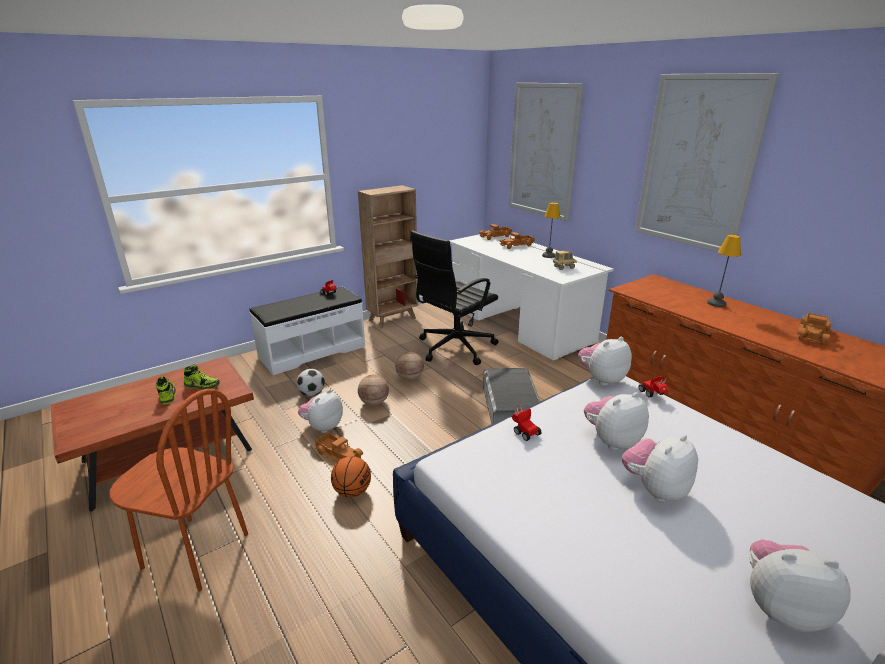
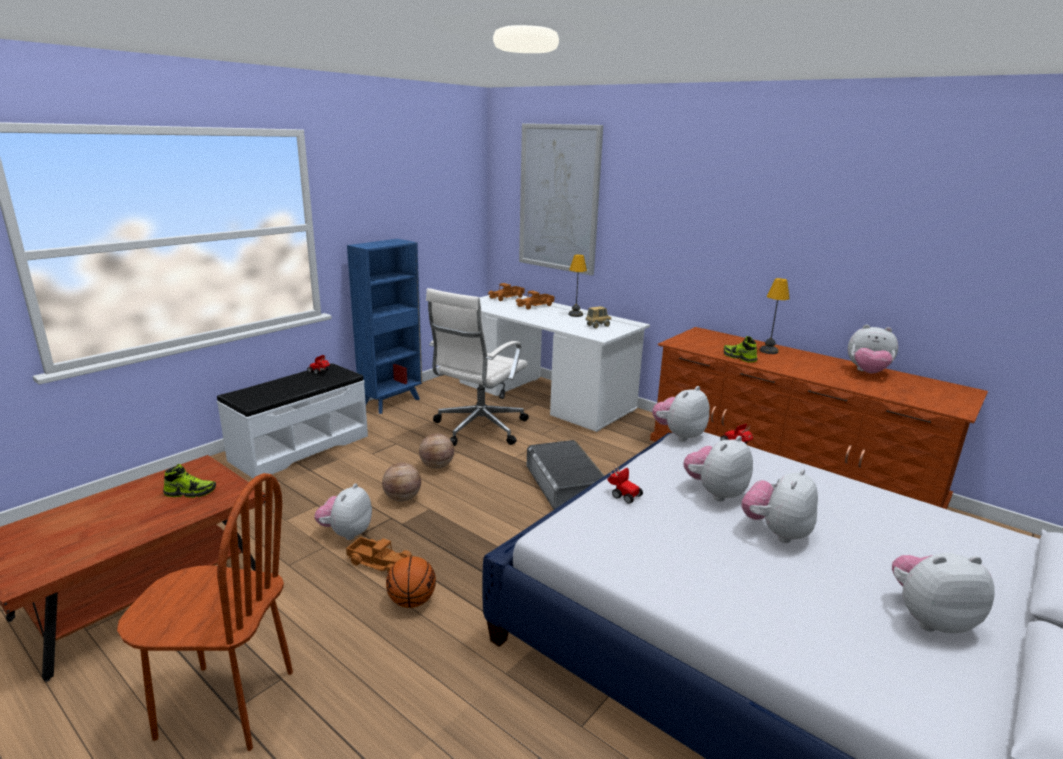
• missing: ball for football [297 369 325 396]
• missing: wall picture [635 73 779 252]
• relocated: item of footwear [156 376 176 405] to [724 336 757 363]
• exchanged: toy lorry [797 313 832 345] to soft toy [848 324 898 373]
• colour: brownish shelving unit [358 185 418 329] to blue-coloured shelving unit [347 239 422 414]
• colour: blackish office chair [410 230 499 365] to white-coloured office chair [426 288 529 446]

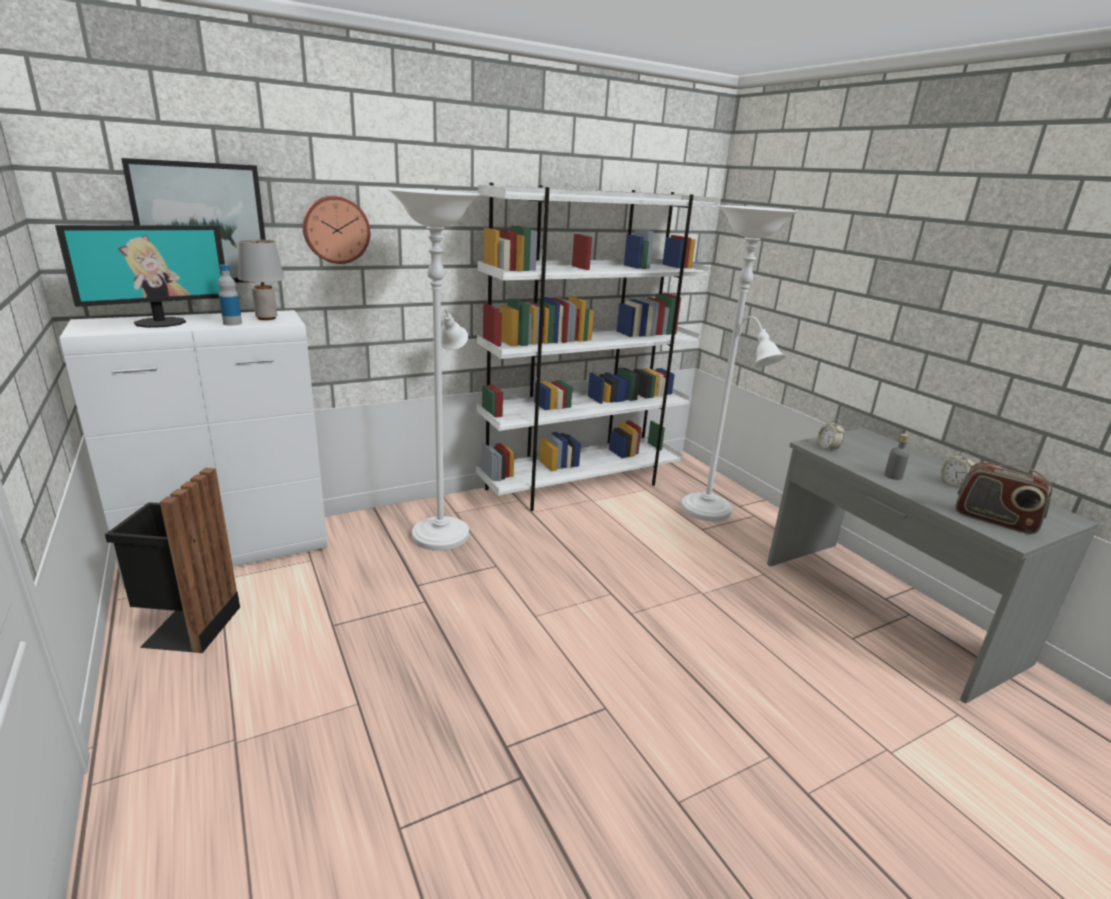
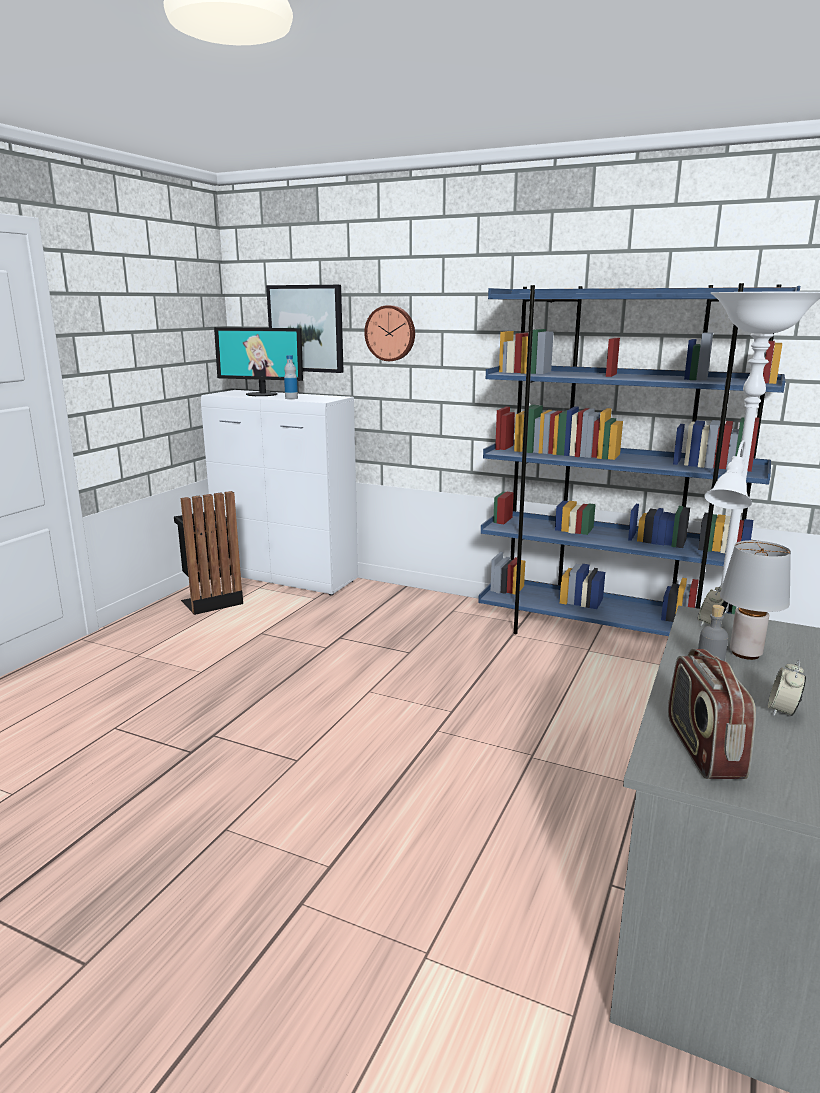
• missing: white-coloured standing lamp [388 189 480 551]
• relocated: grey table lamp [238 240 284 320] to [720 540 791 660]
• colour: white-coloured shelving unit [476 183 721 511] to blue-coloured shelving unit [478 283 800 636]

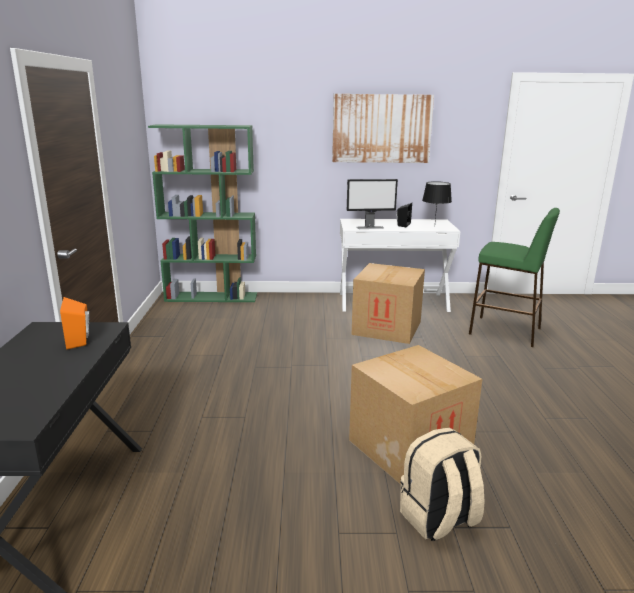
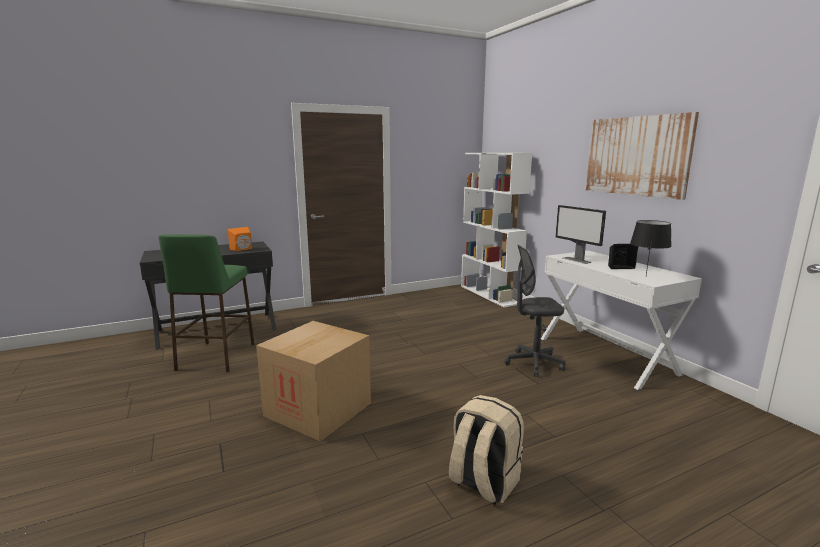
• relocated: beige-coloured knapsack [400 428 485 541] to [449 395 524 505]
• relocated: green-coloured sitting stool [469 208 560 347] to [158 234 255 372]
• exchanged: packing box [352 263 425 344] to grey office chair [504 245 566 377]
• colour: green-coloured shelving unit [148 124 257 302] to white-coloured shelving unit [461 153 532 307]

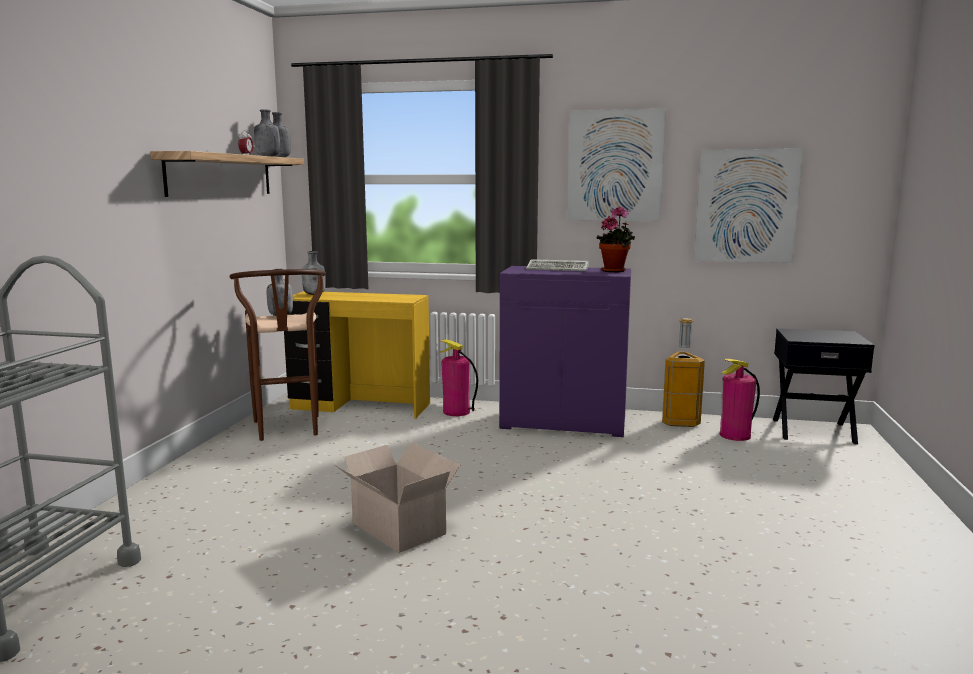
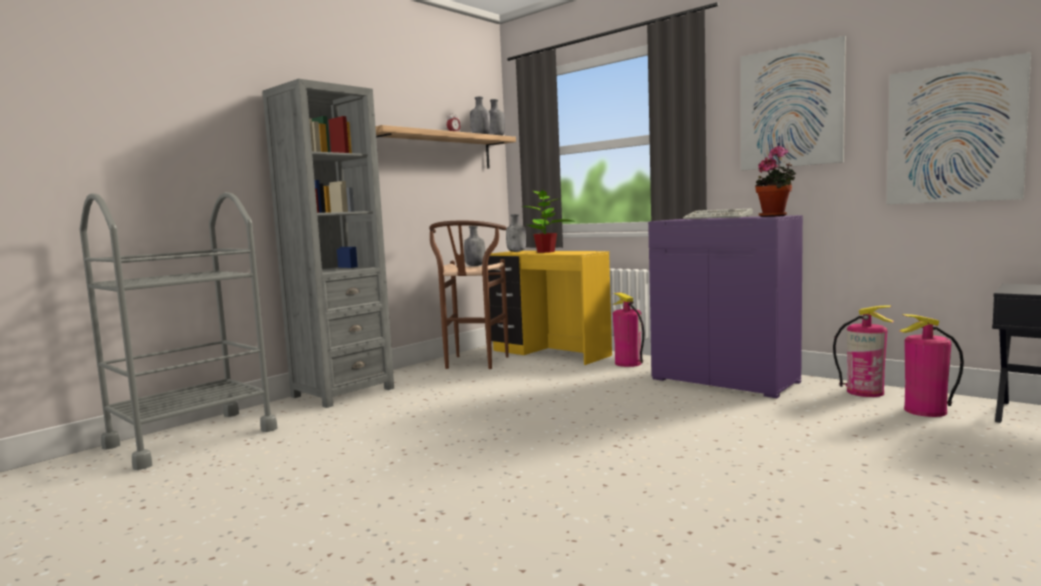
• missing: packing box [334 442 460 553]
• appeared: grey shelving unit [262 79 394 408]
• appeared: houseplant [522 190 573 253]
• exchanged: waste bin [662 318 705 427] to fire-fighting cylinder [833 305 894 397]

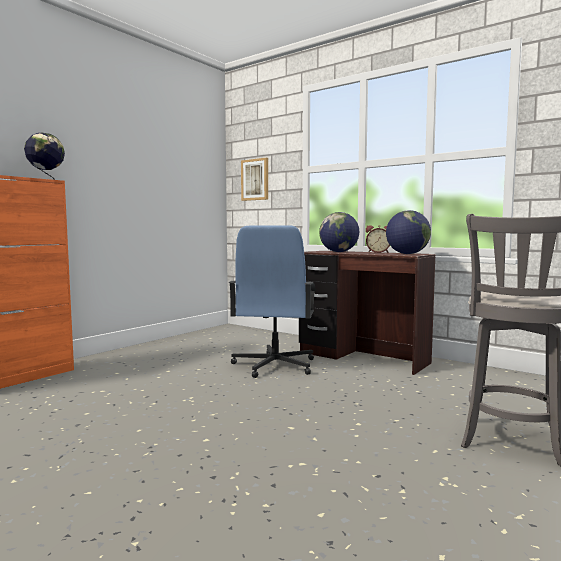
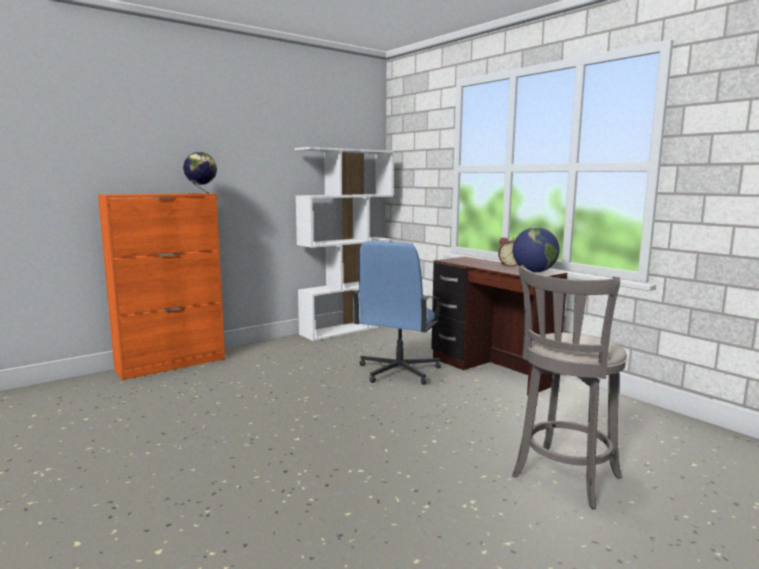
• missing: wall picture [241 158 268 201]
• missing: world globe [319 212 359 252]
• appeared: white-coloured shelving unit [294 147 394 341]

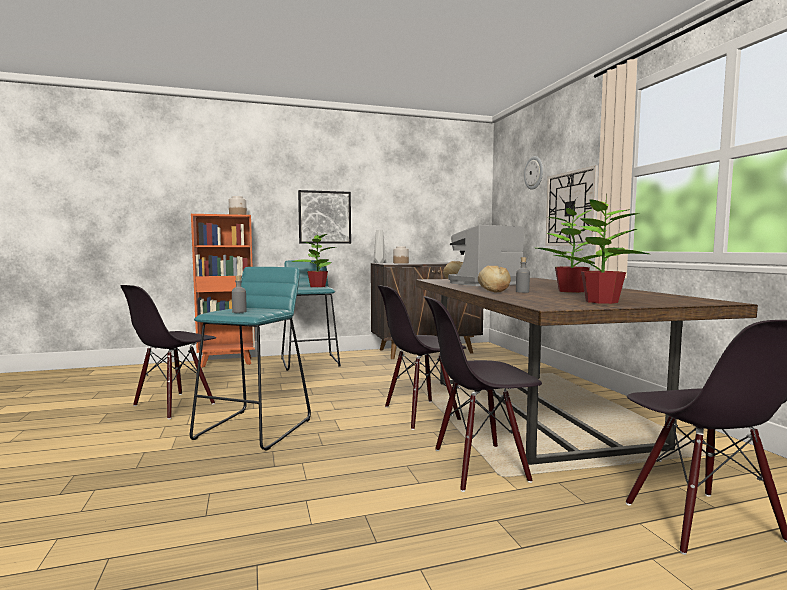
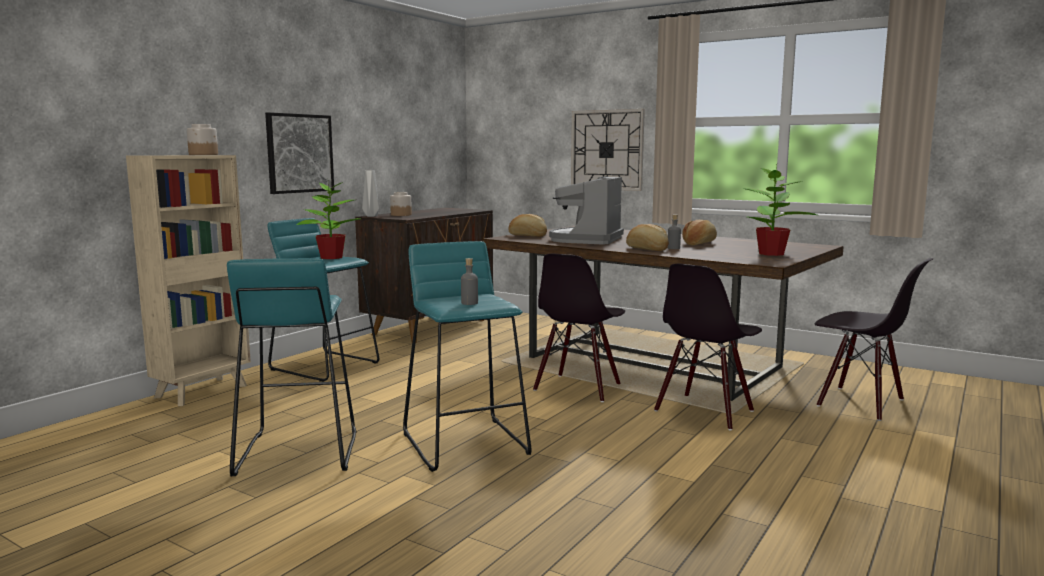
• missing: wall clock [524 156 543 190]
• exchanged: blackish plain chair [121 285 216 419] to turquoise sitting stool [227 258 356 476]
• exchanged: houseplant [536 207 600 293] to bakery bread [682 220 717 245]
• colour: orange-coloured shelving unit [191 214 255 368] to beige-coloured shelving unit [126 155 251 406]

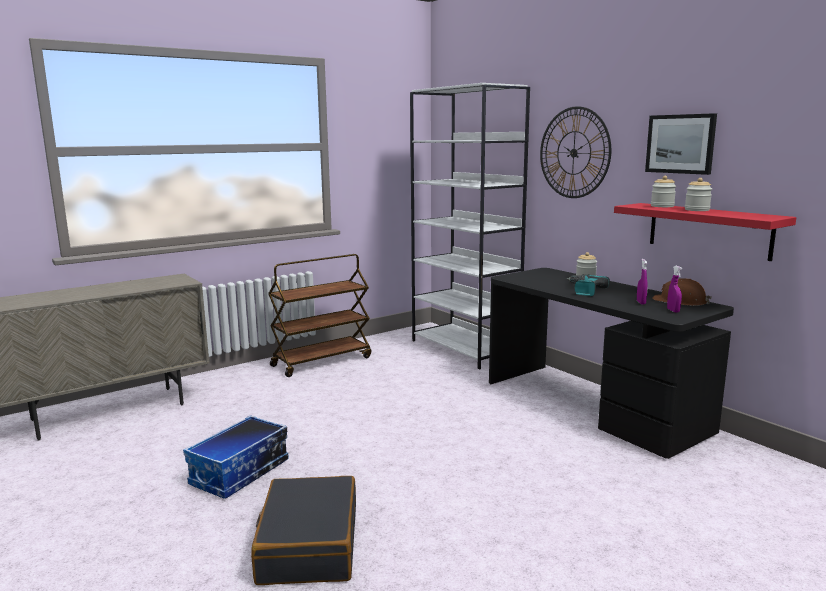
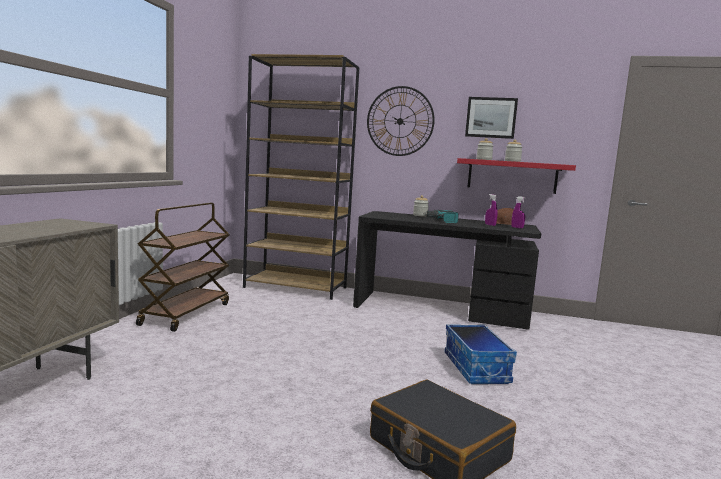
• relocated: storage bin [183 415 289 499] to [445 324 517 384]
• colour: white-coloured shelving unit [410 83 530 370] to brownish shelving unit [243 54 360 300]

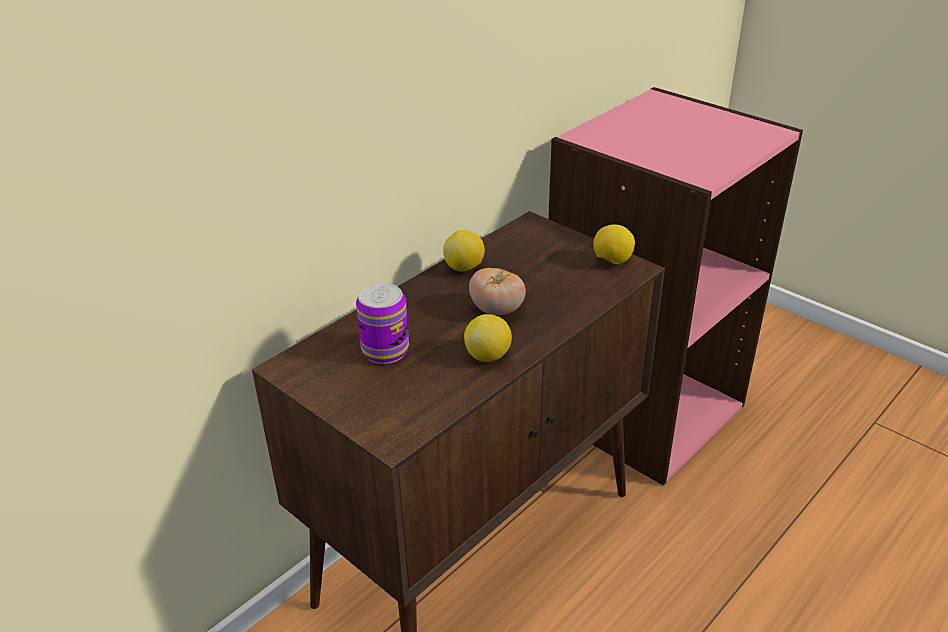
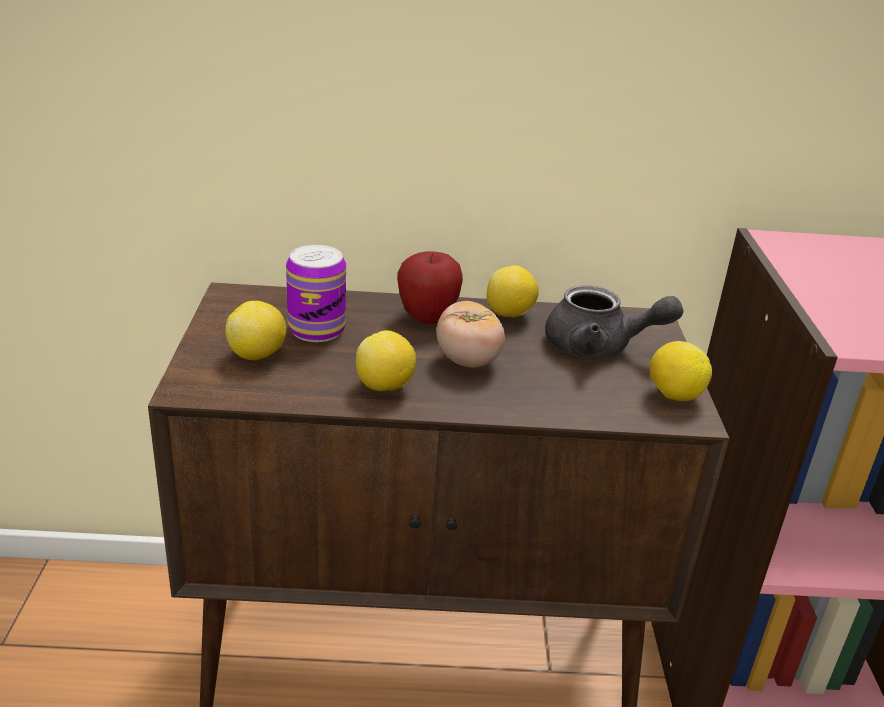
• appeared: whole lemon [225 301 286 360]
• appeared: whole apple [397 252 463 324]
• appeared: grey pot for tea [545 285 683 358]

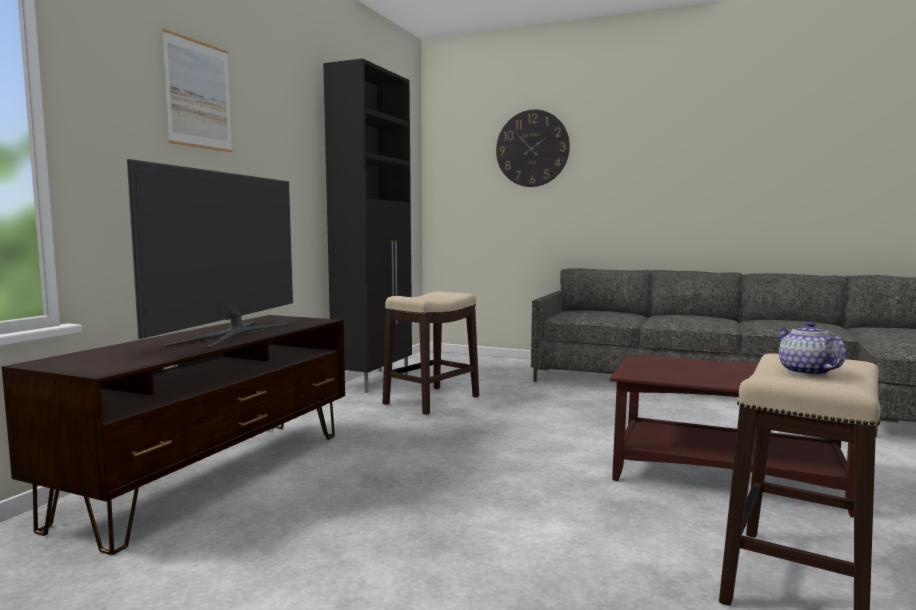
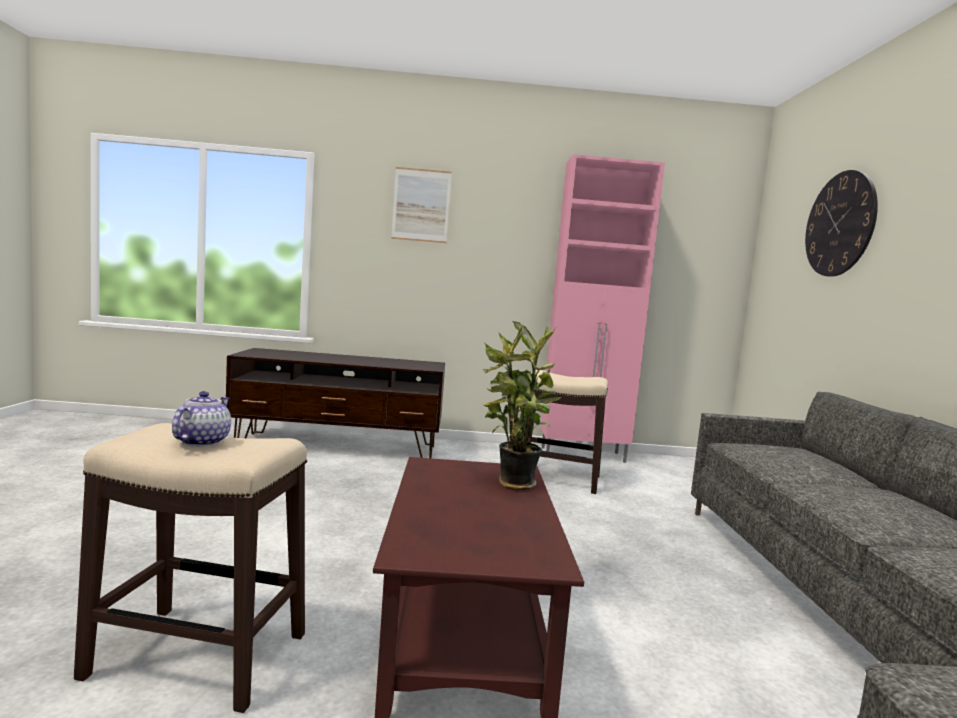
• missing: television [127 159 293 349]
• appeared: houseplant [482 321 561 490]
• colour: blackish cupboard [323 58 412 393] to pink-coloured cupboard [541 154 665 463]
• spun: pot for tea [778 321 846 376] = [172 391 231 447] 45 degrees counterclockwise

